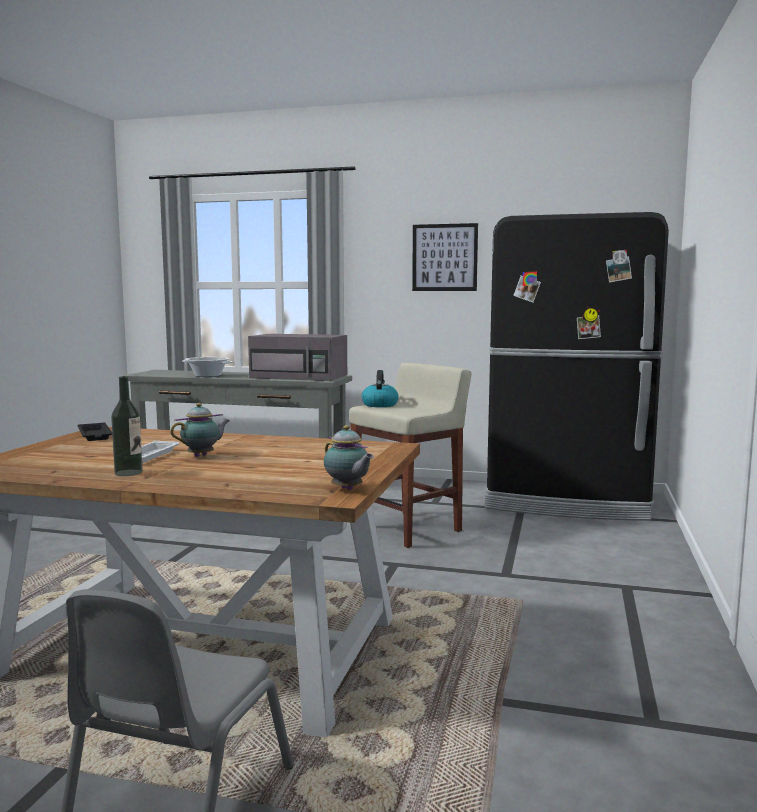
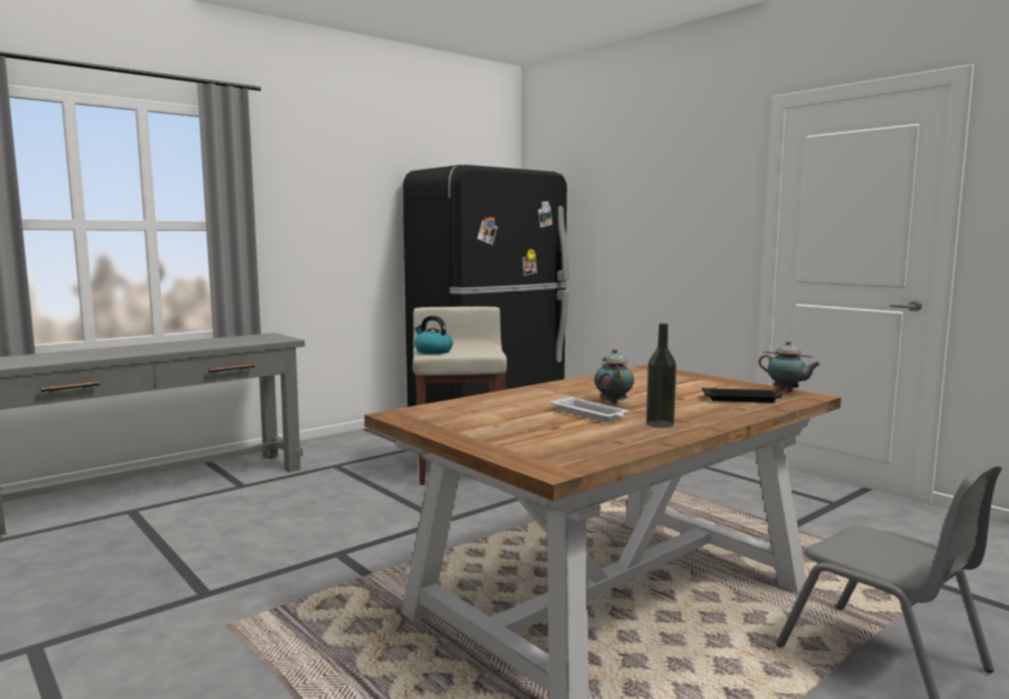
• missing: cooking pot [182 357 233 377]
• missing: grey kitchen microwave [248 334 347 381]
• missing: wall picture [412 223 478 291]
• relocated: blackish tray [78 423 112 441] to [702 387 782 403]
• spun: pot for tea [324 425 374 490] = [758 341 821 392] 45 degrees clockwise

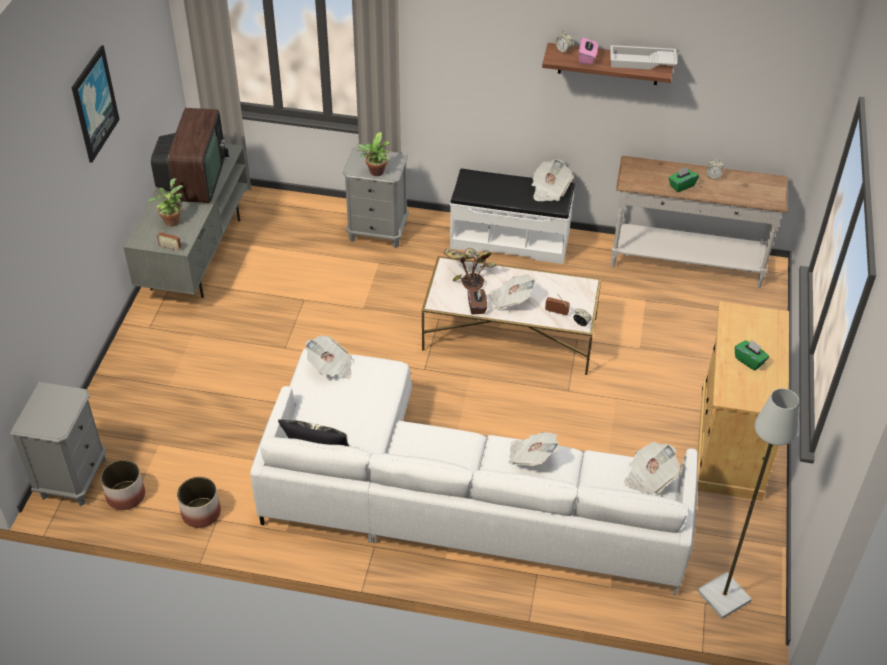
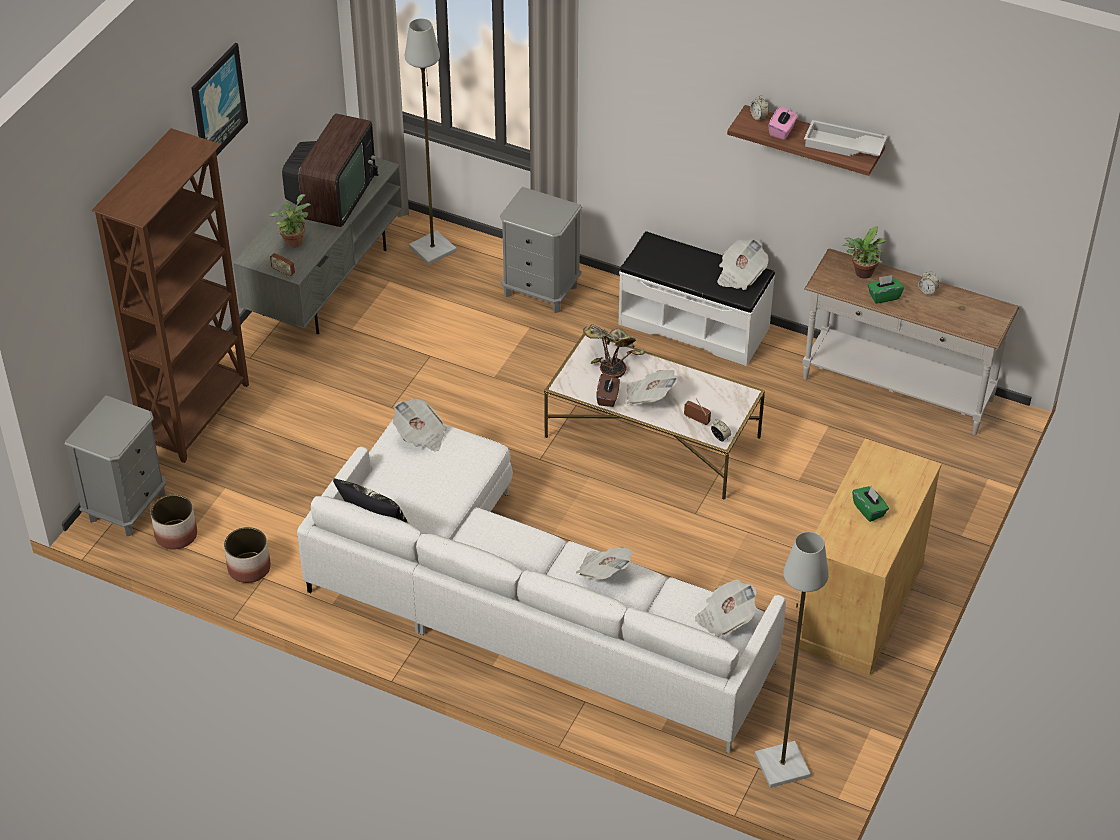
• appeared: brownish shelving unit [91 128 249 463]
• appeared: grey standing lamp [405 18 457 265]
• relocated: houseplant [356 132 390 176] to [842 227 885 279]

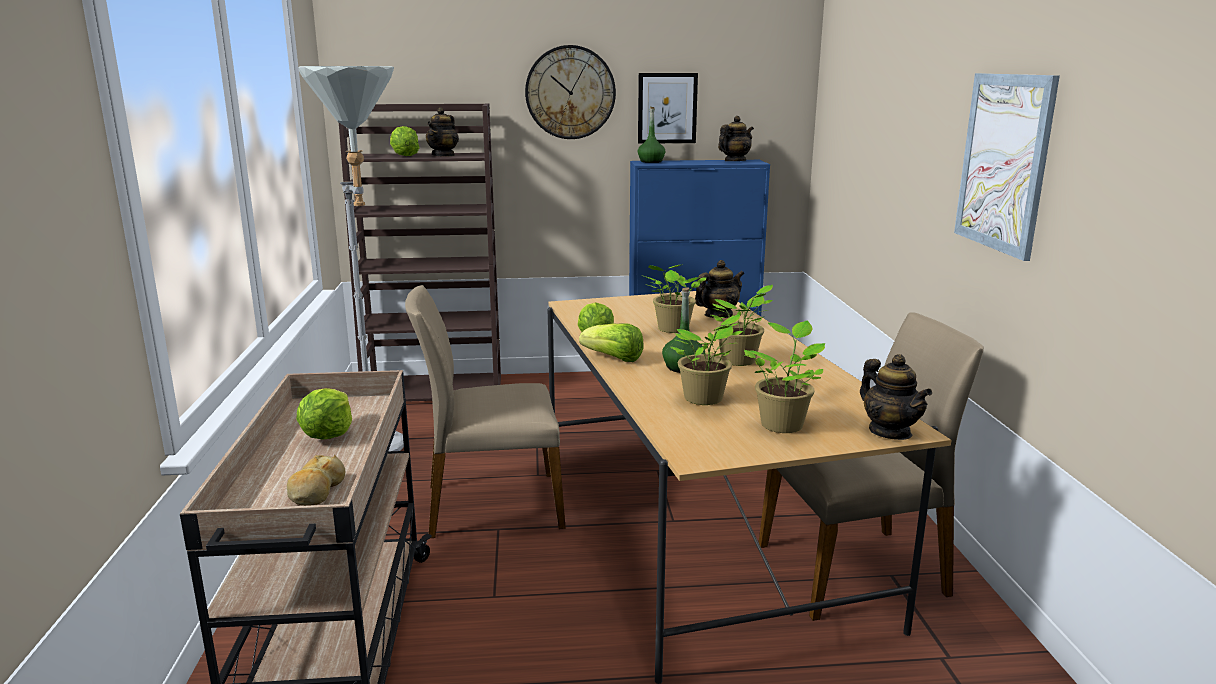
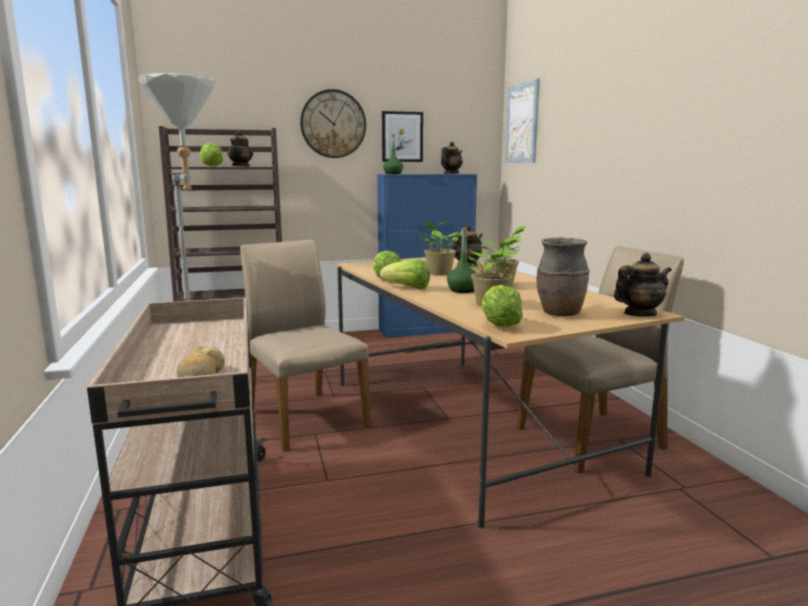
• relocated: lettuce [296 388 352 440] to [481 285 523 327]
• relocated: wall picture [954 73 1060 261] to [505 78 540 163]
• exchanged: houseplant [743 321 825 433] to brownish decorative vase [537 237 590 316]
• spun: beige-coloured plain chair [405 285 566 539] = [240 240 371 452] 75 degrees clockwise
• spun: pot for tea [860 354 932 440] = [614 253 672 317] 75 degrees counterclockwise

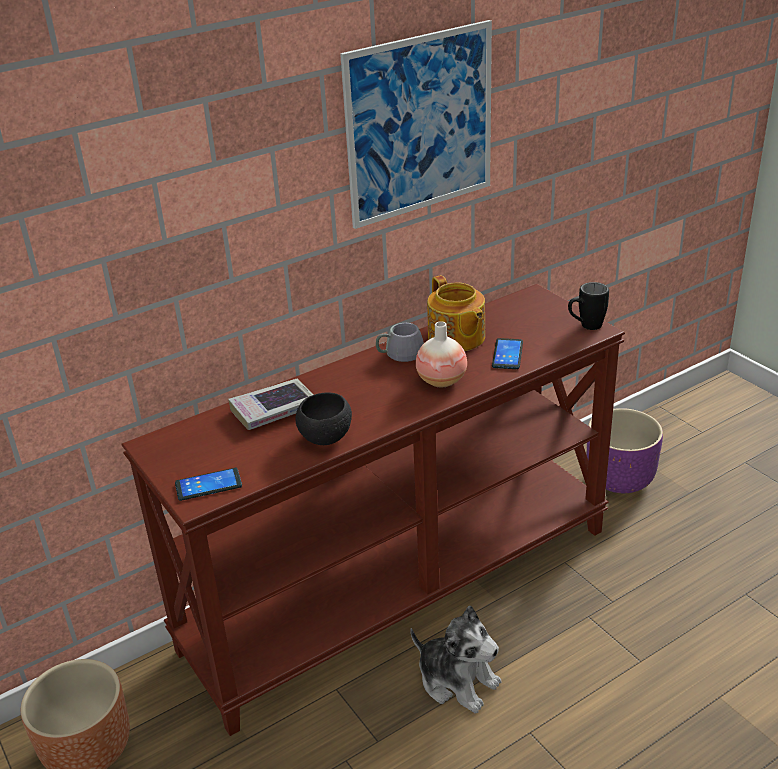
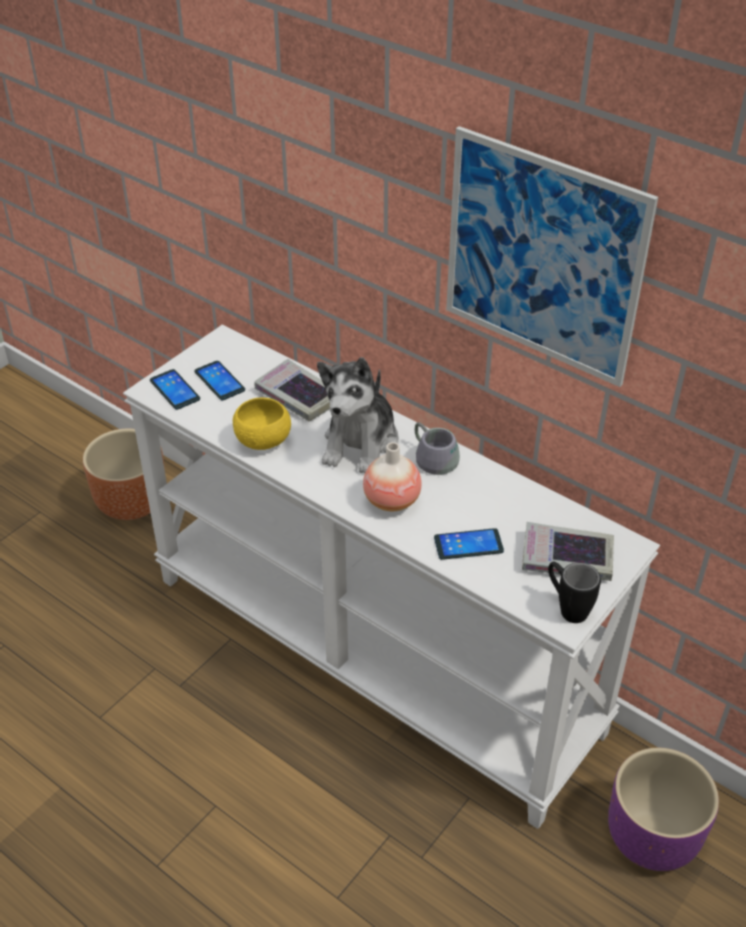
• missing: pot for tea [427 275 485 351]
• appeared: telephone [195 361 245 400]
• appeared: volume [522 522 614 581]
• relocated: soft toy [410 606 501 714] to [317 357 399 474]
• colour: brownish console table [121 284 625 736] to white-coloured console table [123 324 660 829]
• colour: blackish serving bowl [295 392 352 445] to yellow-coloured serving bowl [233 398 291 450]

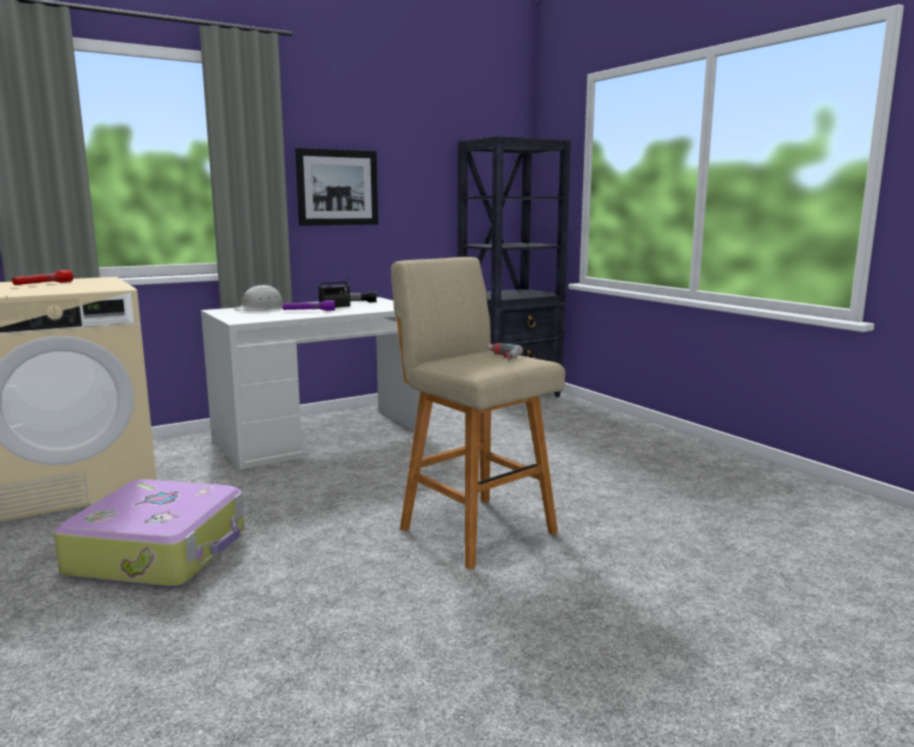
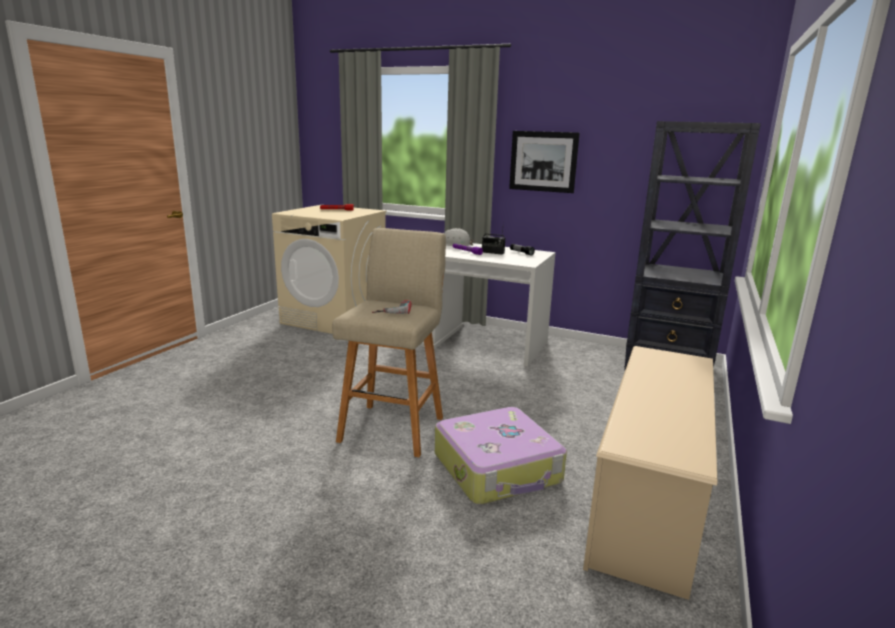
• appeared: beige-coloured shoe stand [583 346 717 600]
• relocated: suitcase [54 479 245 588] to [435 407 567 504]

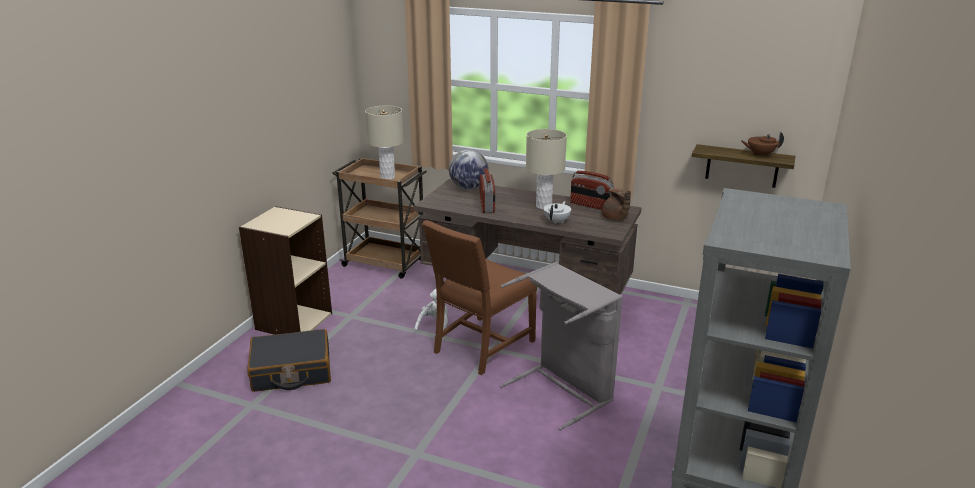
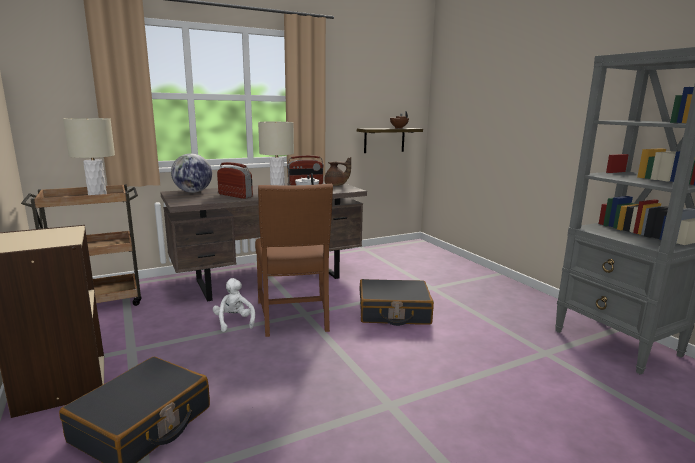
• exchanged: grey hamper [500 262 623 430] to blackish suitcase [360 279 434 326]

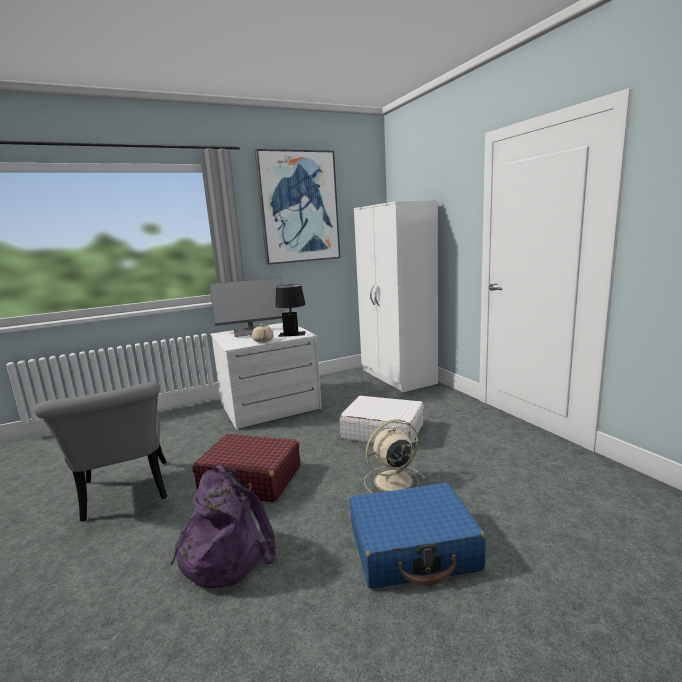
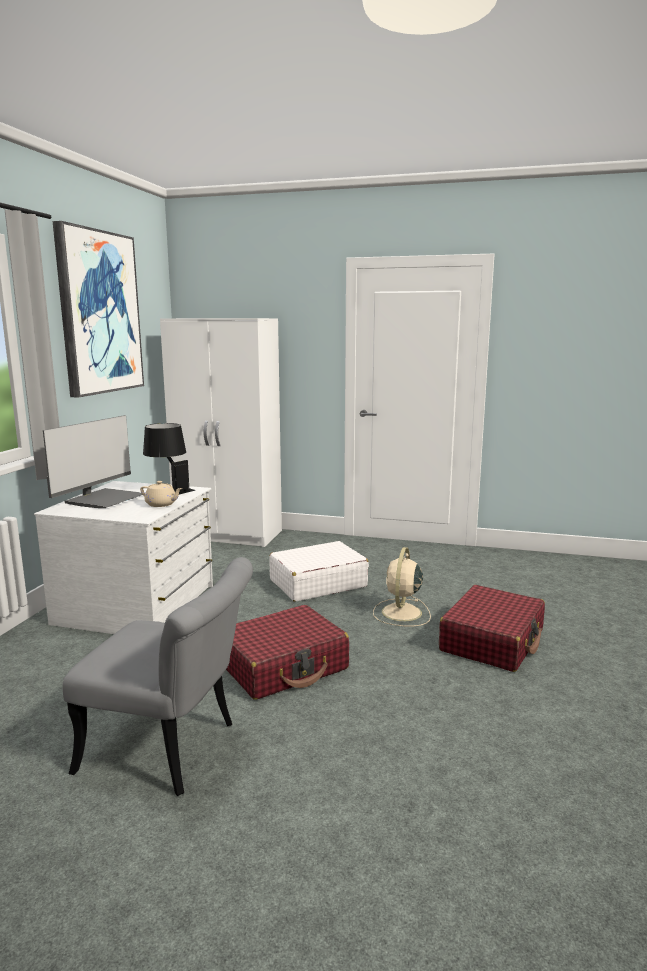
• missing: purplish knapsack [170 465 277 588]
• colour: blue-coloured suitcase [349 483 486 589] to reddish suitcase [439 585 545 672]

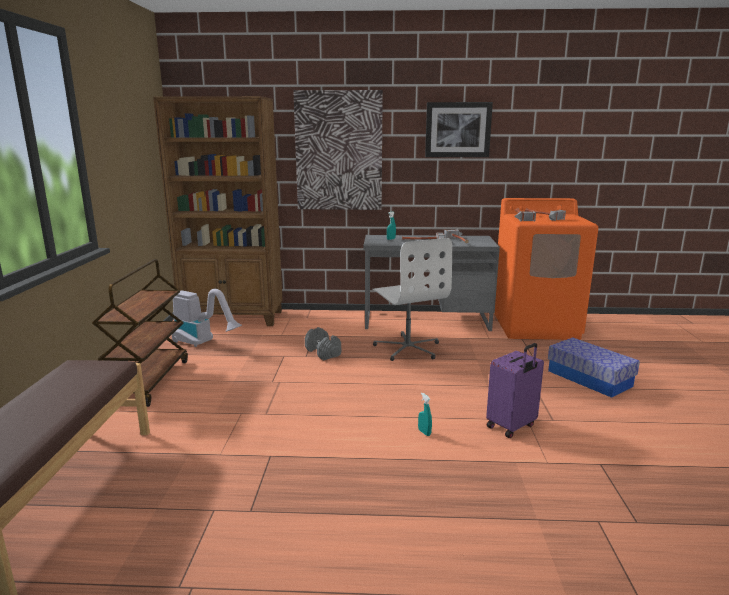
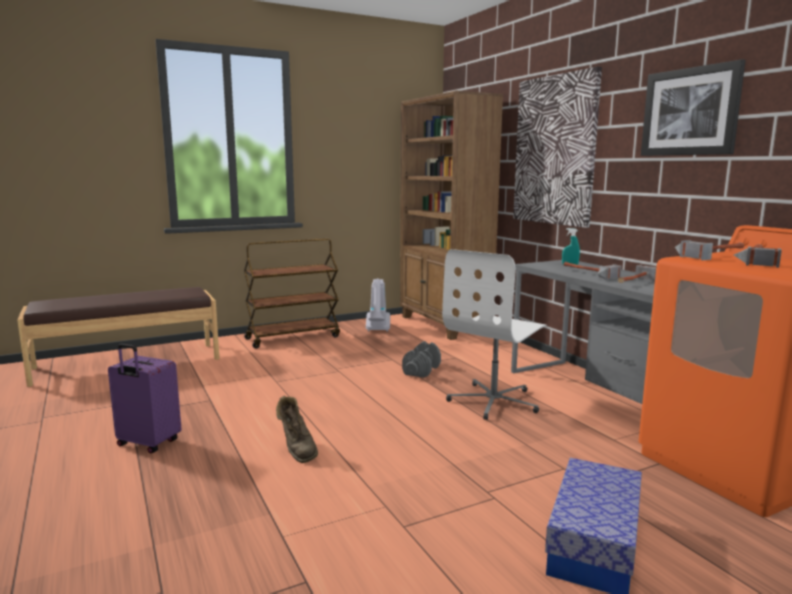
• relocated: purplish suitcase [486 343 544 438] to [108 343 181 454]
• exchanged: turquoise spray bottle [418 393 432 436] to brownish tall boot [276 396 318 463]

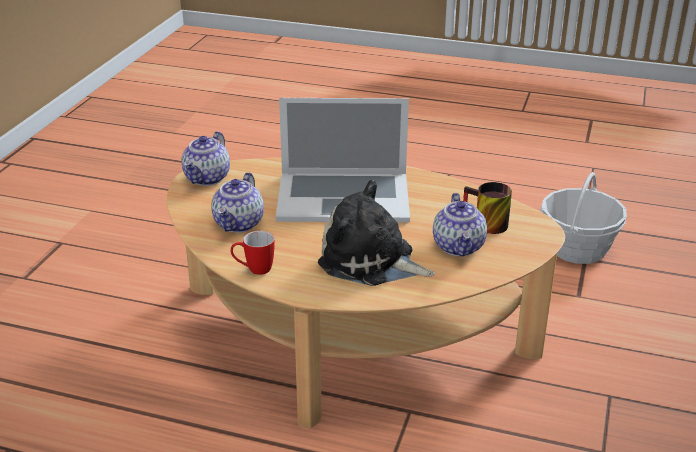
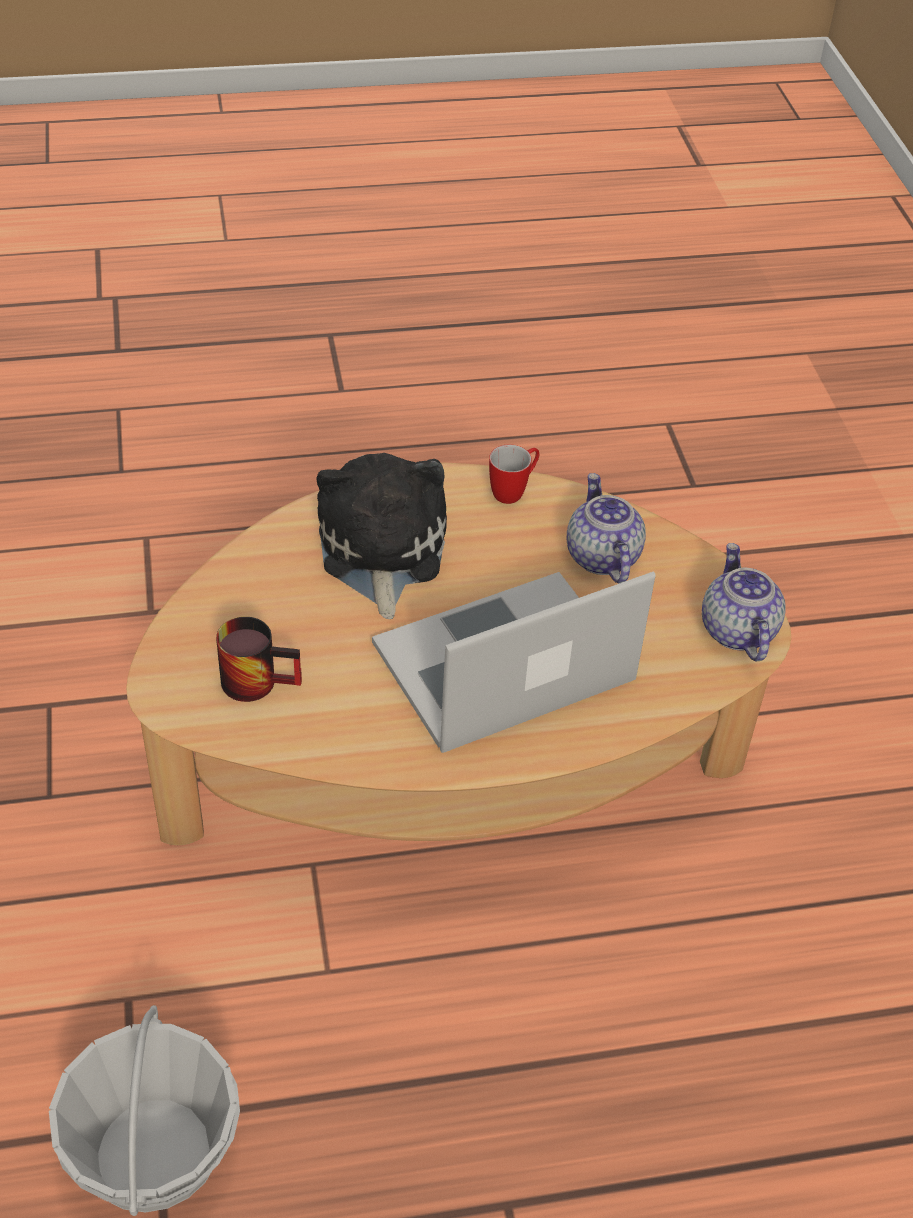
• missing: pot for tea [433 193 487 256]
• spun: soft toy [318 180 435 286] = [317 453 447 619] 90 degrees counterclockwise

